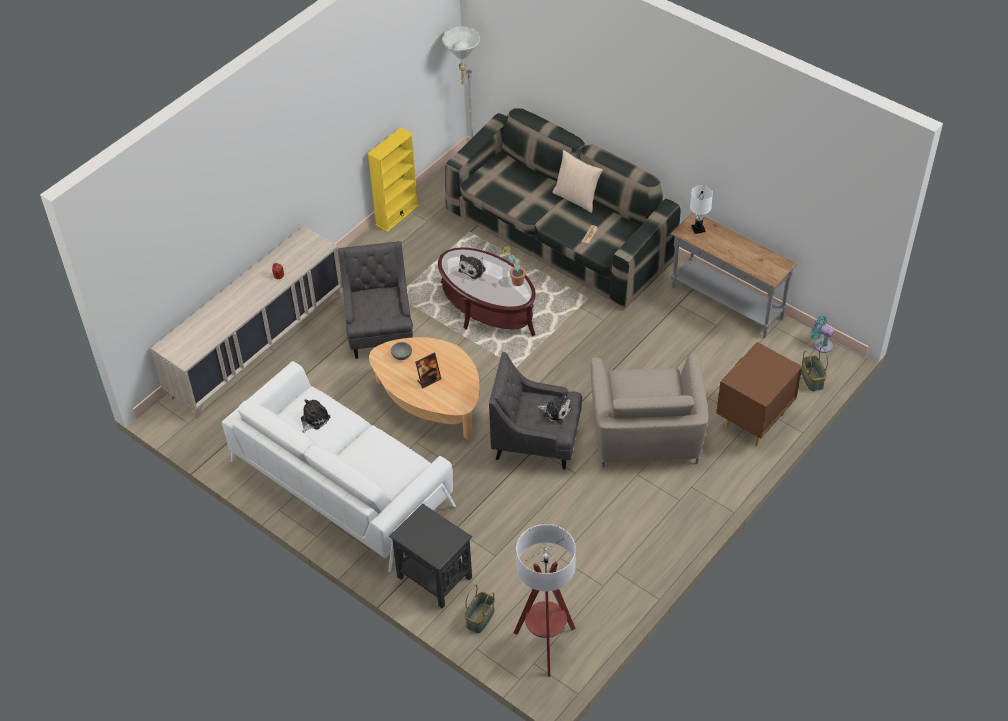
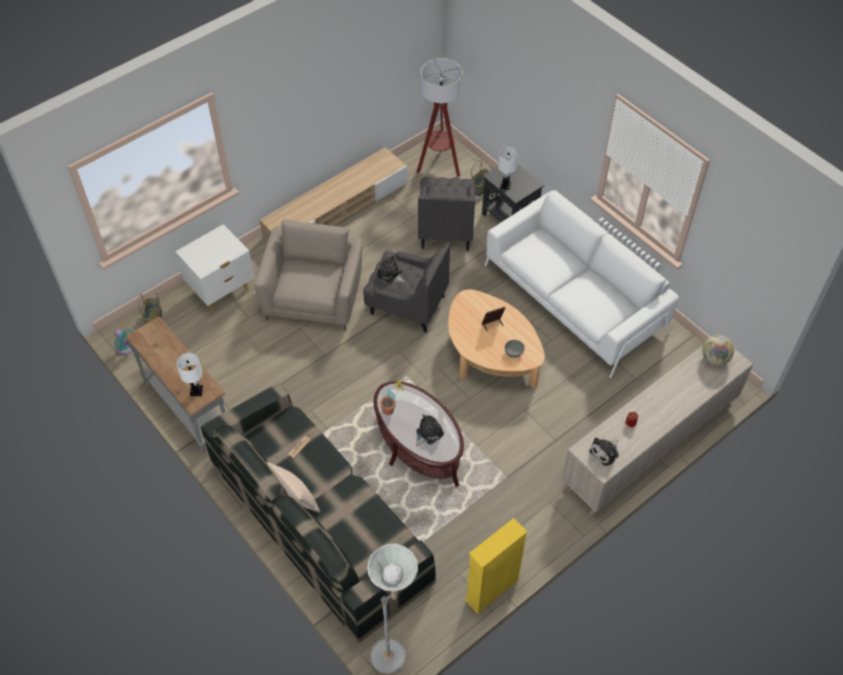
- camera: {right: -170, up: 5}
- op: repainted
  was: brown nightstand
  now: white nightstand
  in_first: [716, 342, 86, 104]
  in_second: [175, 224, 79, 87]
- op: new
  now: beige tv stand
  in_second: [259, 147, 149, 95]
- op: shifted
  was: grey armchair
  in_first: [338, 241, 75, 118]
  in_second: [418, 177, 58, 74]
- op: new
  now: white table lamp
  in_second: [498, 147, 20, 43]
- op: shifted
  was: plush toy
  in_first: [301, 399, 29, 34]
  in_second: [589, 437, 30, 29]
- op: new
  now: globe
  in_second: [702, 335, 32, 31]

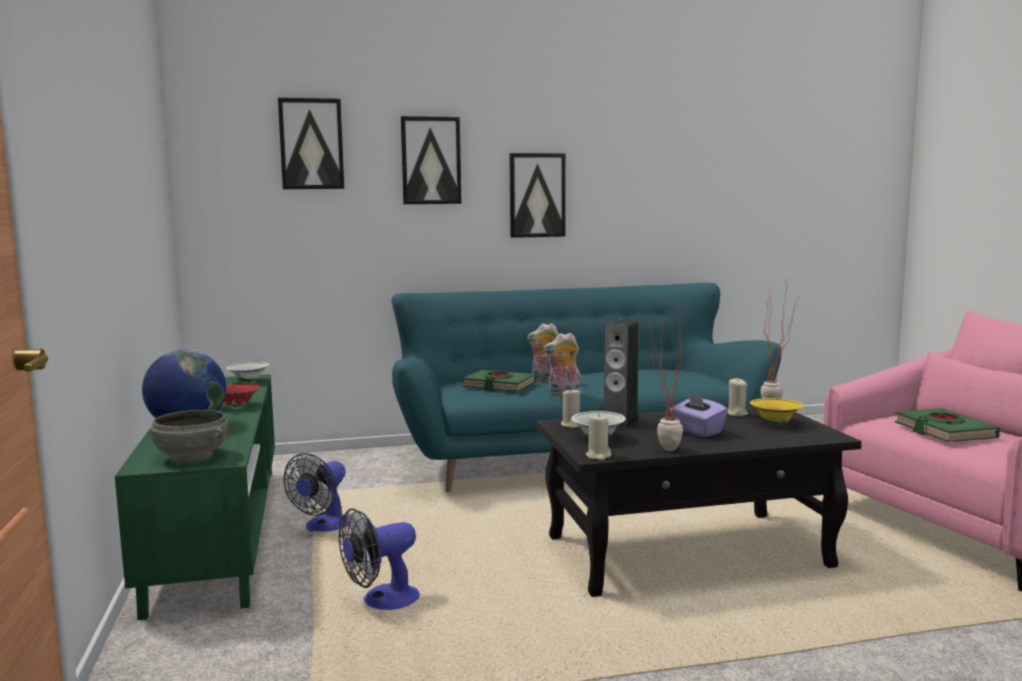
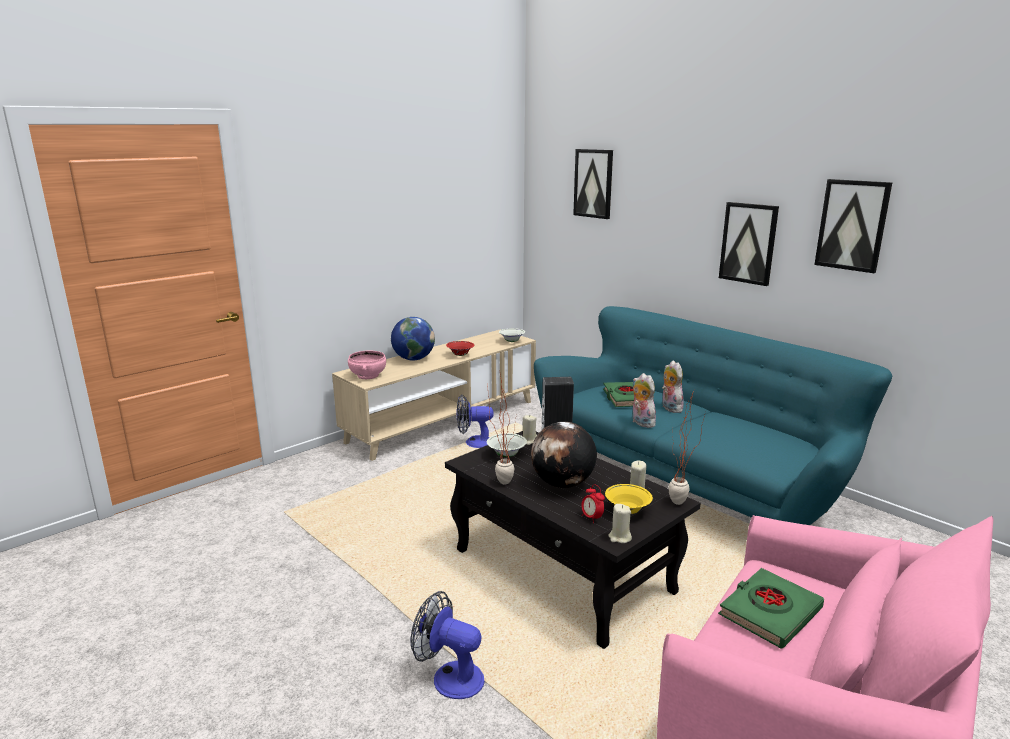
- camera: {right: 60, up: 10}
- op: repainted
  was: green tv stand
  now: beige tv stand
  in_first: [115, 374, 160, 246]
  in_second: [332, 329, 204, 132]
- op: repainted
  was: grey bowl
  now: pink bowl
  in_first: [151, 410, 77, 53]
  in_second: [348, 350, 38, 29]
- op: shifted
  was: fan
  in_first: [339, 508, 81, 102]
  in_second: [410, 591, 75, 108]
- op: swapped
  was: purple tissue box
  now: globe
  in_first: [670, 392, 58, 45]
  in_second: [531, 422, 66, 66]
- op: new
  now: alarm clock
  in_second: [582, 484, 23, 39]
- op: shifted
  was: beige candle
  in_first: [586, 414, 25, 46]
  in_second: [608, 504, 24, 39]
- op: shifted
  was: picture
  in_first: [401, 116, 61, 88]
  in_second: [814, 179, 78, 94]

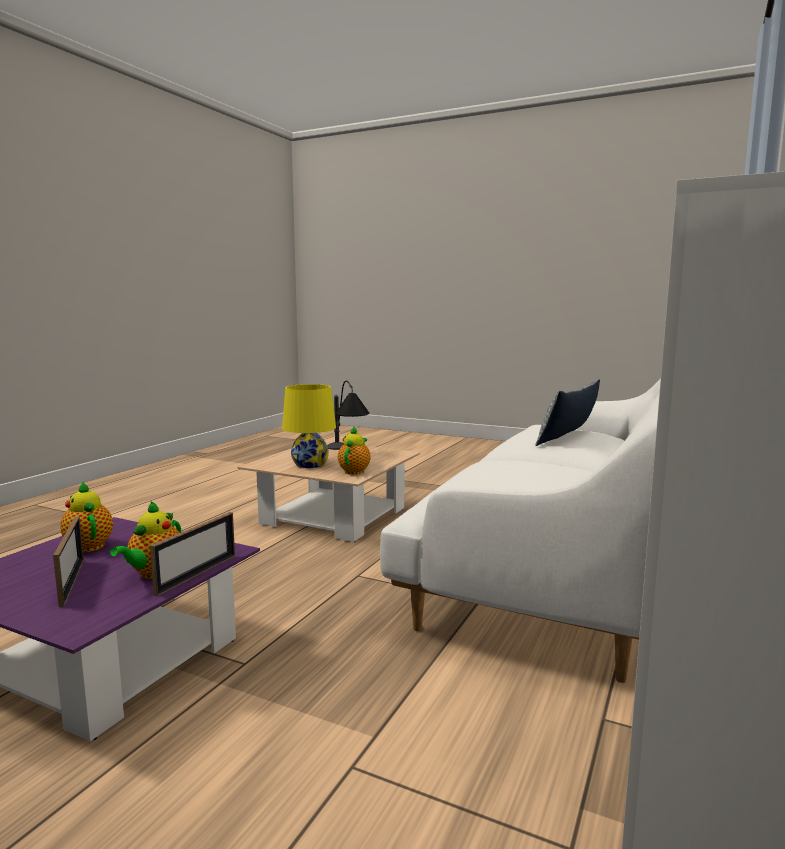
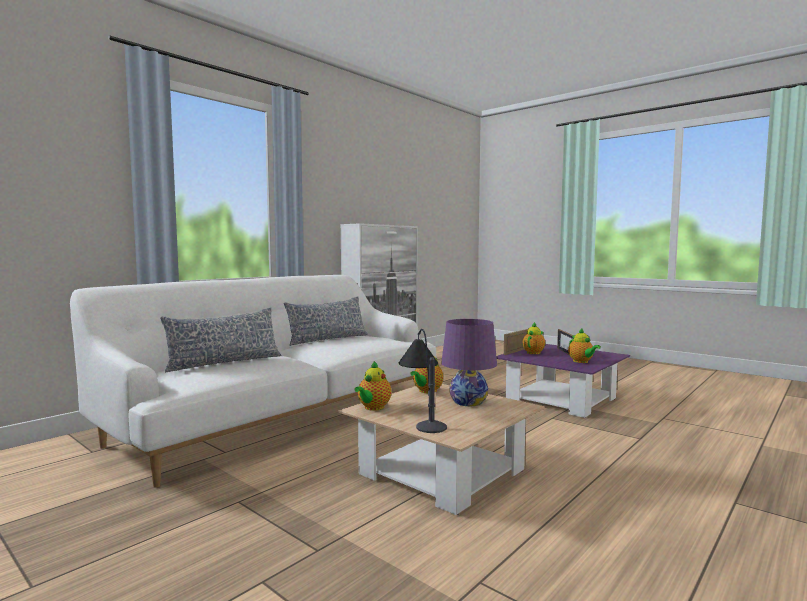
- camera: {right: -165, up: -5}
- op: new
  now: pillow
  in_second: [284, 296, 84, 50]
- op: new
  now: teapot
  in_second: [354, 361, 37, 50]
- op: repainted
  was: yellow table lamp
  now: purple table lamp
  in_first: [282, 384, 54, 84]
  in_second: [441, 319, 56, 87]

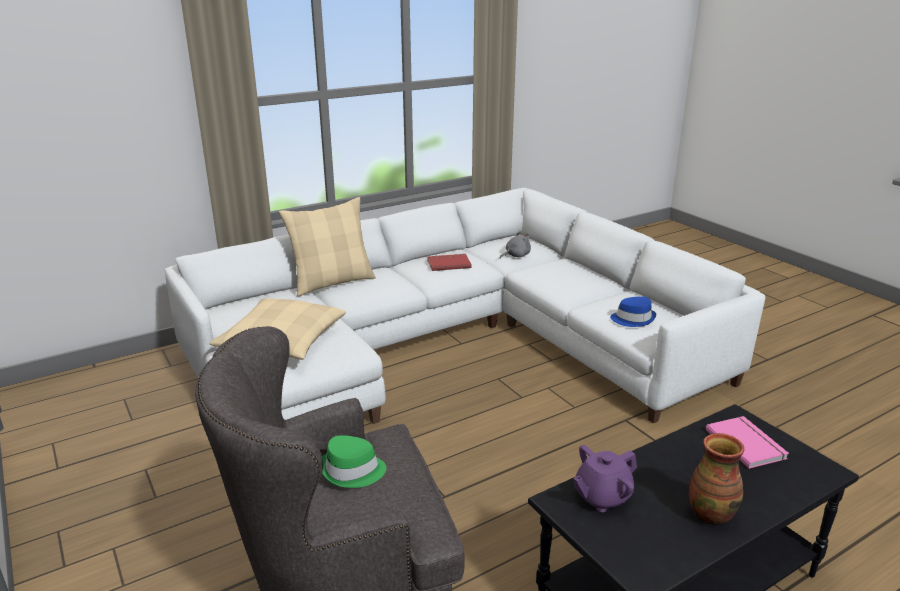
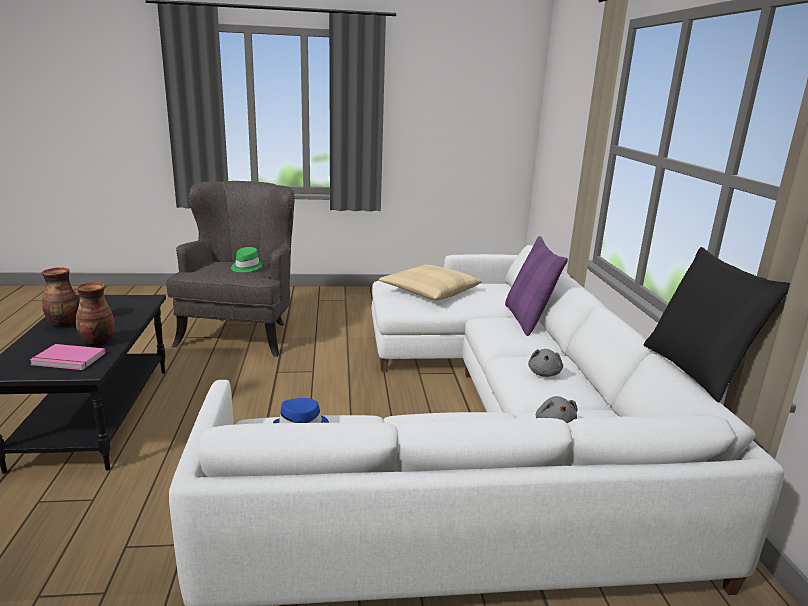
- camera: {right: 115, up: -5}
- op: new
  now: vase
  in_second: [76, 282, 38, 64]
- op: repainted
  was: beige pillow
  now: purple pillow
  in_first: [279, 197, 97, 100]
  in_second: [505, 236, 63, 100]
- op: swapped
  was: red book
  now: grey plush toy
  in_first: [427, 254, 45, 17]
  in_second: [528, 349, 35, 28]
- op: new
  now: black pillow
  in_second: [644, 247, 146, 156]
- op: gone
  was: purple teapot
  in_first: [574, 445, 63, 67]

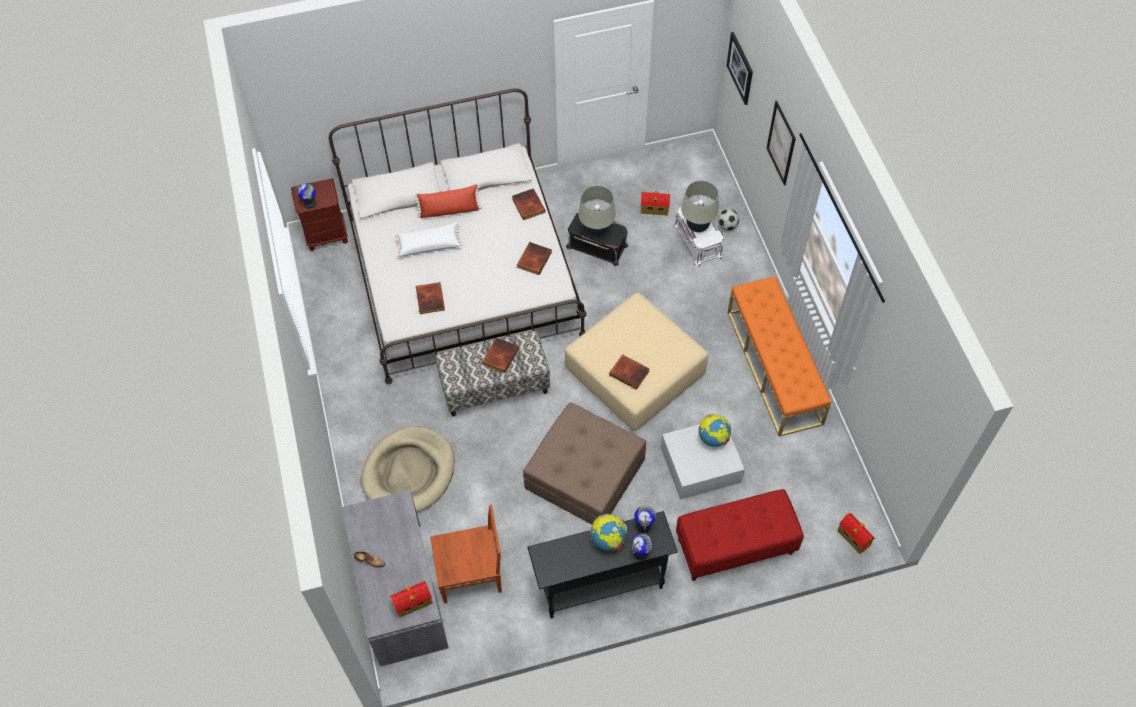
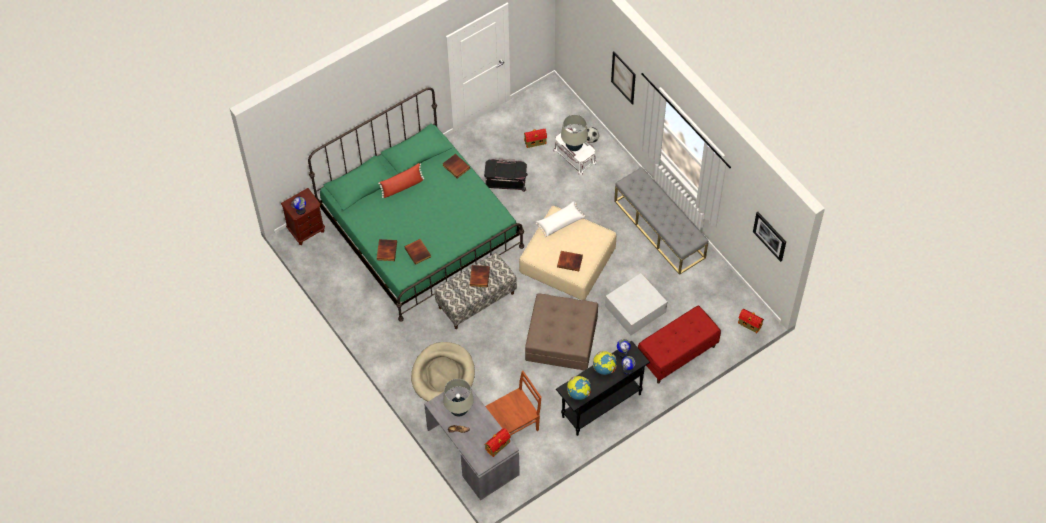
- camera: {right: -20, up: 0}
- op: repainted
  was: white bed
  now: green bed
  in_first: [329, 88, 258, 296]
  in_second: [308, 87, 216, 235]
- op: shifted
  was: book
  in_first: [517, 242, 35, 33]
  in_second: [377, 239, 20, 22]
- op: shifted
  was: beige table lamp
  in_first: [578, 185, 38, 52]
  in_second: [443, 379, 31, 37]
- op: shifted
  was: white pillow
  in_first: [395, 222, 68, 35]
  in_second: [536, 201, 49, 36]
- op: shifted
  was: globe
  in_first: [698, 413, 33, 34]
  in_second: [567, 376, 24, 24]
- op: repainted
  was: orange bench
  now: grey bench
  in_first: [727, 276, 105, 160]
  in_second: [614, 167, 94, 108]
- op: shifted
  was: picture
  in_first: [726, 32, 27, 73]
  in_second: [753, 212, 33, 50]

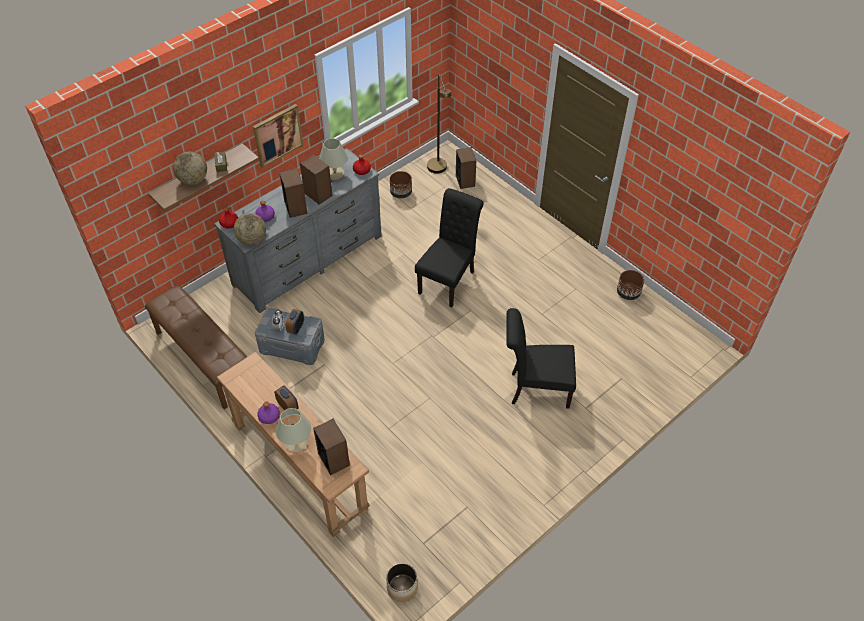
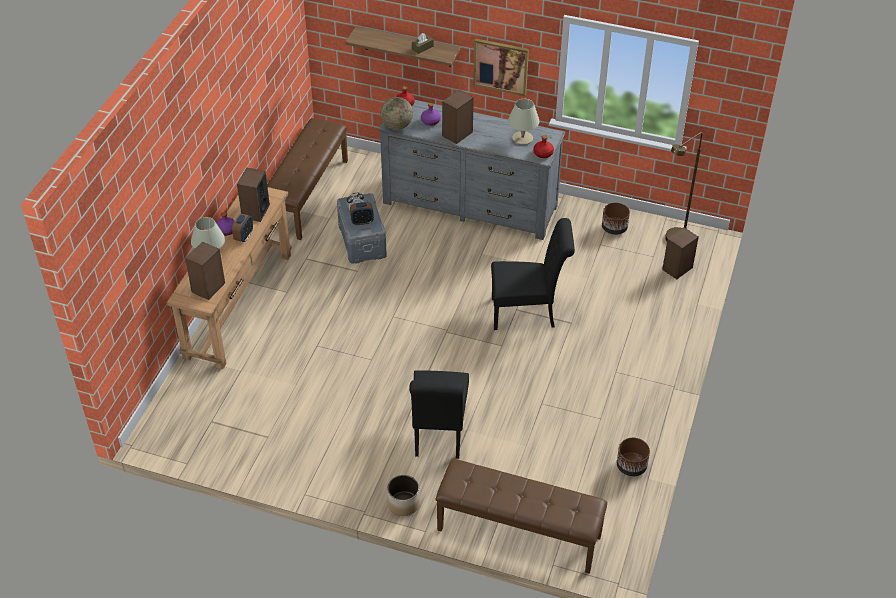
- camera: {right: 60, up: -5}
- op: shifted
  was: speaker
  in_first: [300, 155, 33, 50]
  in_second: [237, 168, 33, 54]
- op: shifted
  was: planter
  in_first: [386, 563, 32, 39]
  in_second: [387, 475, 33, 41]
- op: rotated
  was: black chair
  in_first: [506, 308, 70, 101]
  in_second: [409, 370, 60, 89]
  clockwise: -150
- op: new
  now: brown bench
  in_second: [436, 459, 171, 115]
- op: gone
  was: globe
  in_first: [173, 152, 34, 33]

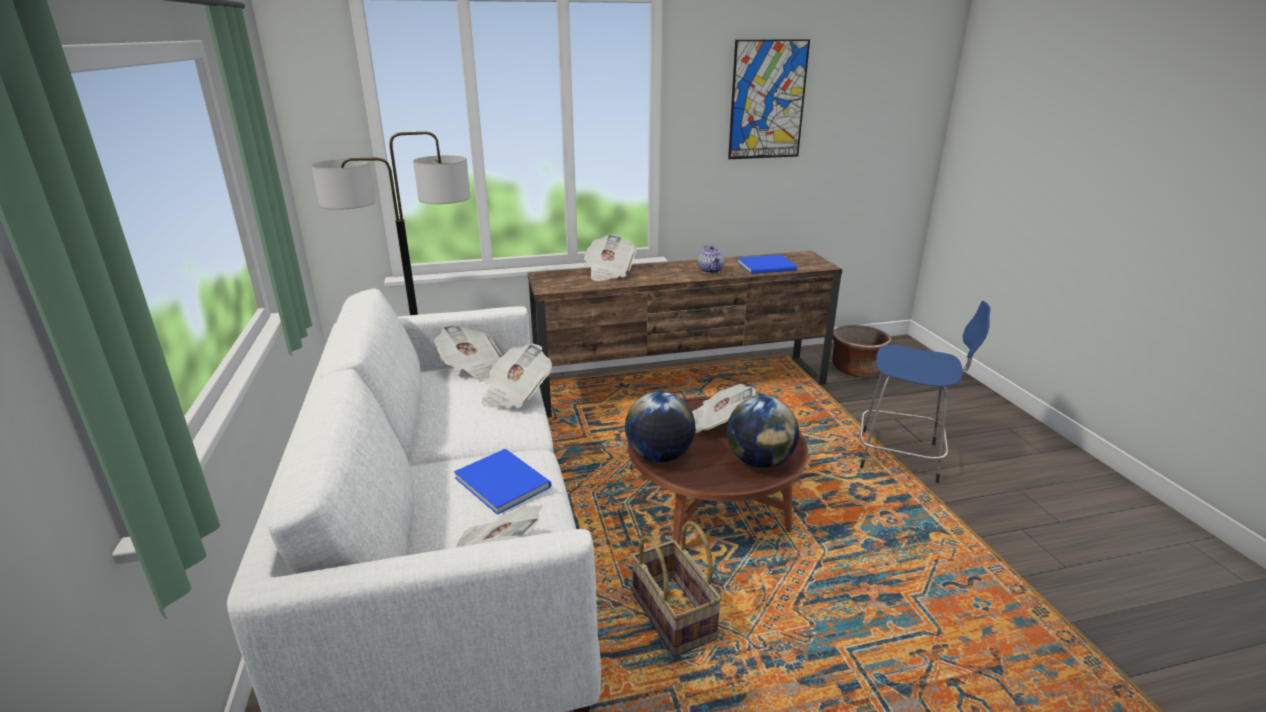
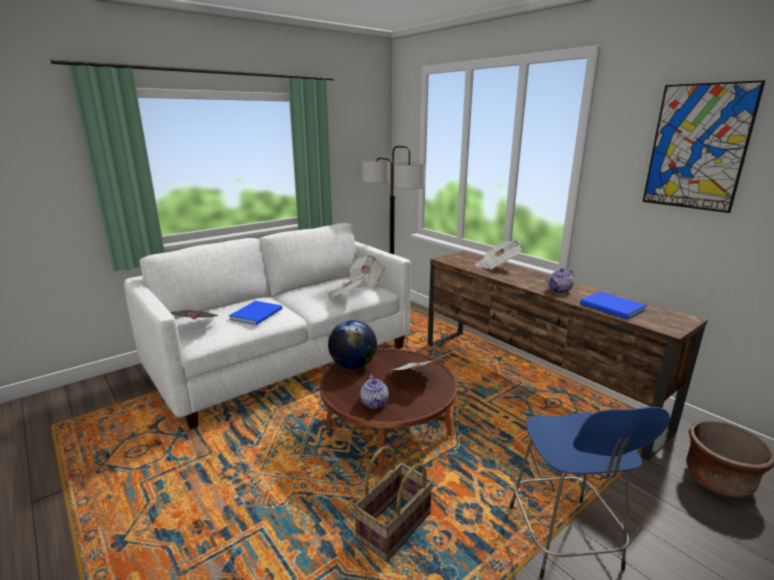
- camera: {right: 65, up: -5}
- op: shifted
  was: basket
  in_first: [631, 521, 91, 136]
  in_second: [354, 446, 79, 115]
- op: swapped
  was: globe
  now: teapot
  in_first: [727, 396, 72, 72]
  in_second: [360, 374, 29, 35]

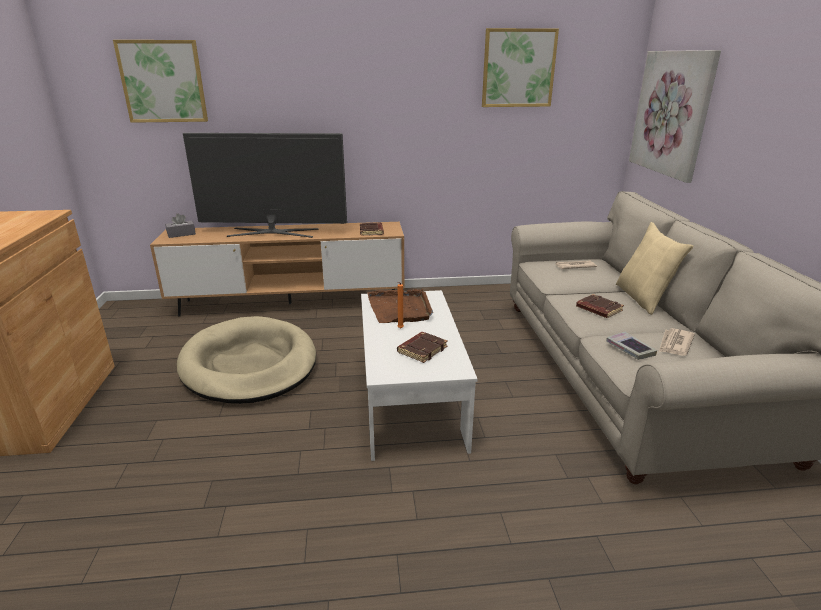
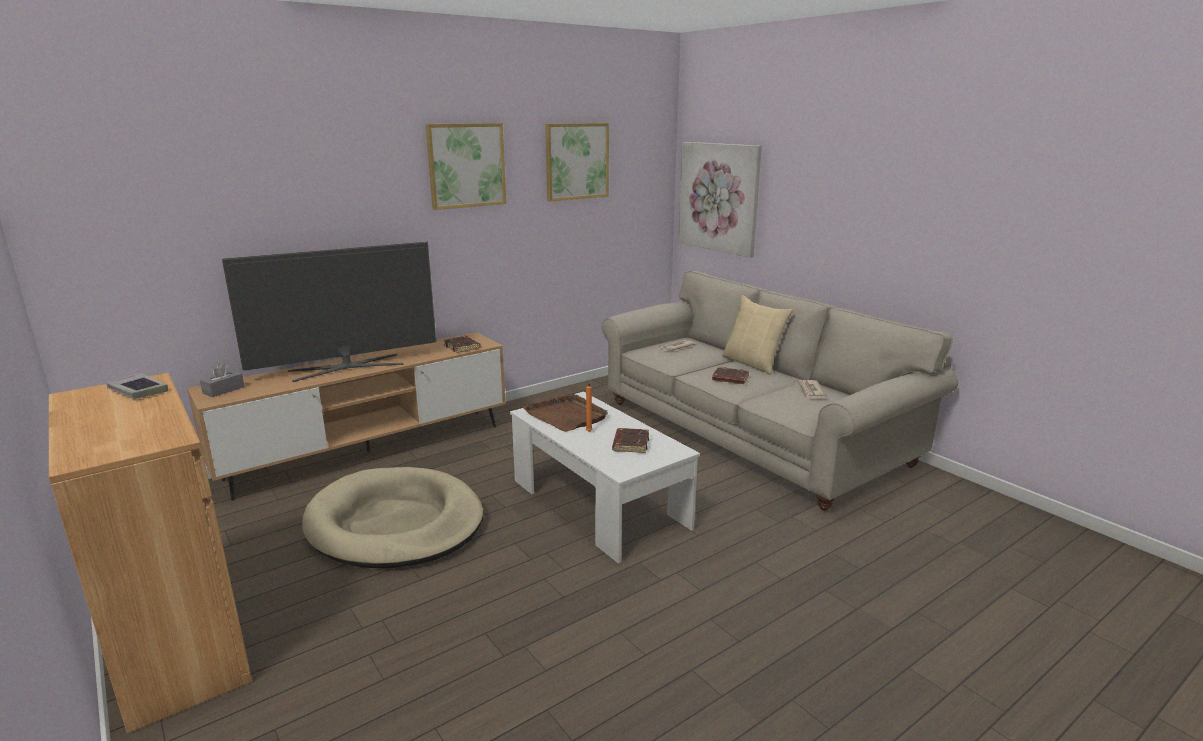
- camera: {right: -30, up: -5}
- op: shifted
  was: book
  in_first: [606, 332, 51, 28]
  in_second: [106, 373, 62, 26]
- op: shifted
  was: picture
  in_first: [113, 40, 95, 83]
  in_second: [426, 123, 80, 87]

